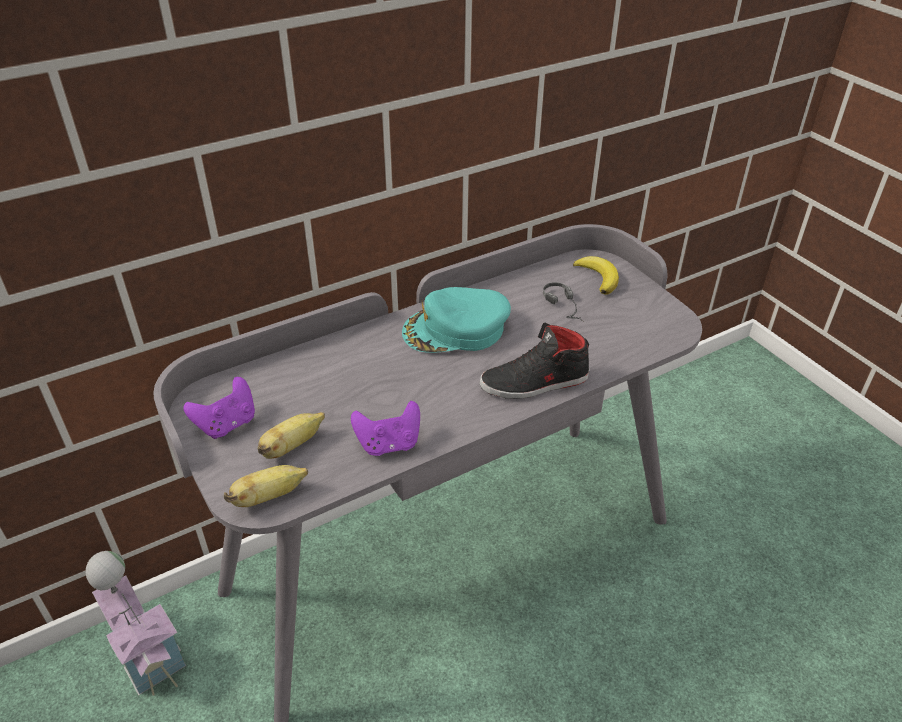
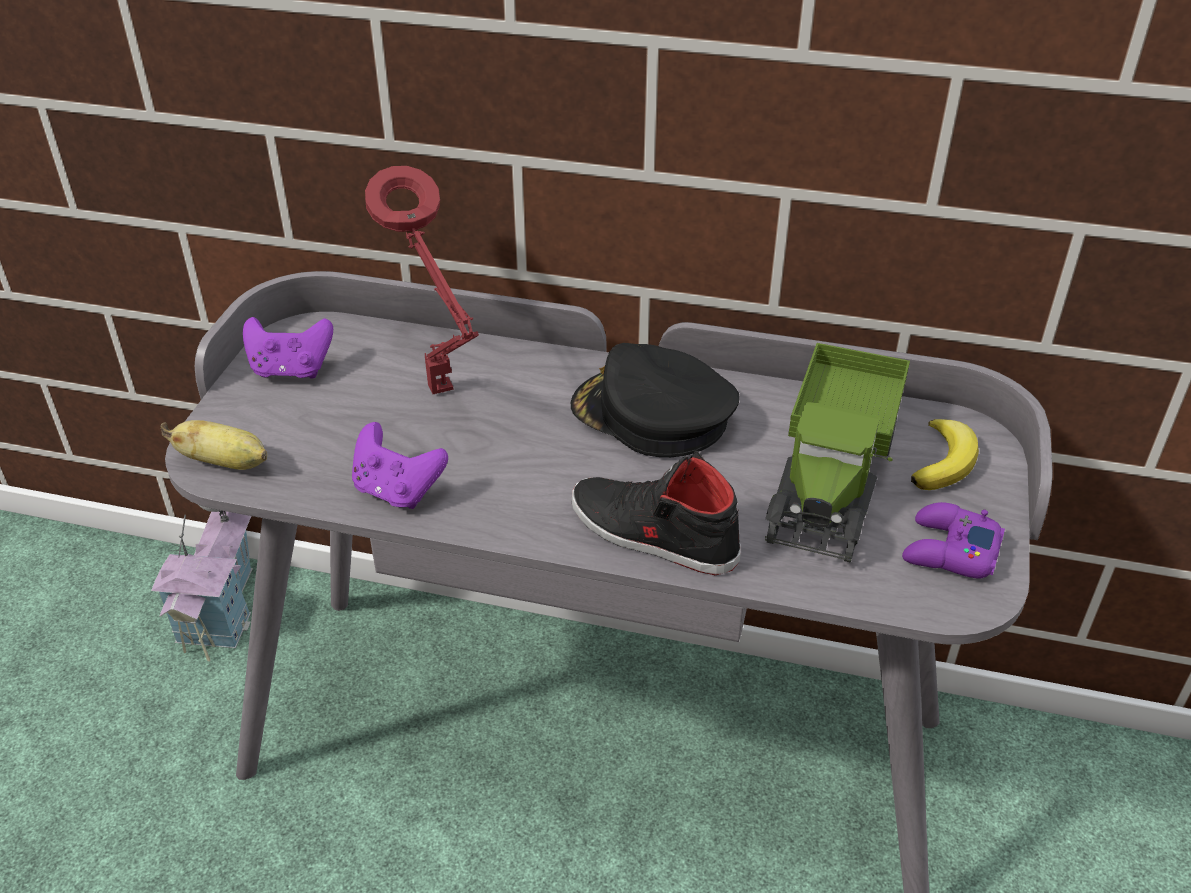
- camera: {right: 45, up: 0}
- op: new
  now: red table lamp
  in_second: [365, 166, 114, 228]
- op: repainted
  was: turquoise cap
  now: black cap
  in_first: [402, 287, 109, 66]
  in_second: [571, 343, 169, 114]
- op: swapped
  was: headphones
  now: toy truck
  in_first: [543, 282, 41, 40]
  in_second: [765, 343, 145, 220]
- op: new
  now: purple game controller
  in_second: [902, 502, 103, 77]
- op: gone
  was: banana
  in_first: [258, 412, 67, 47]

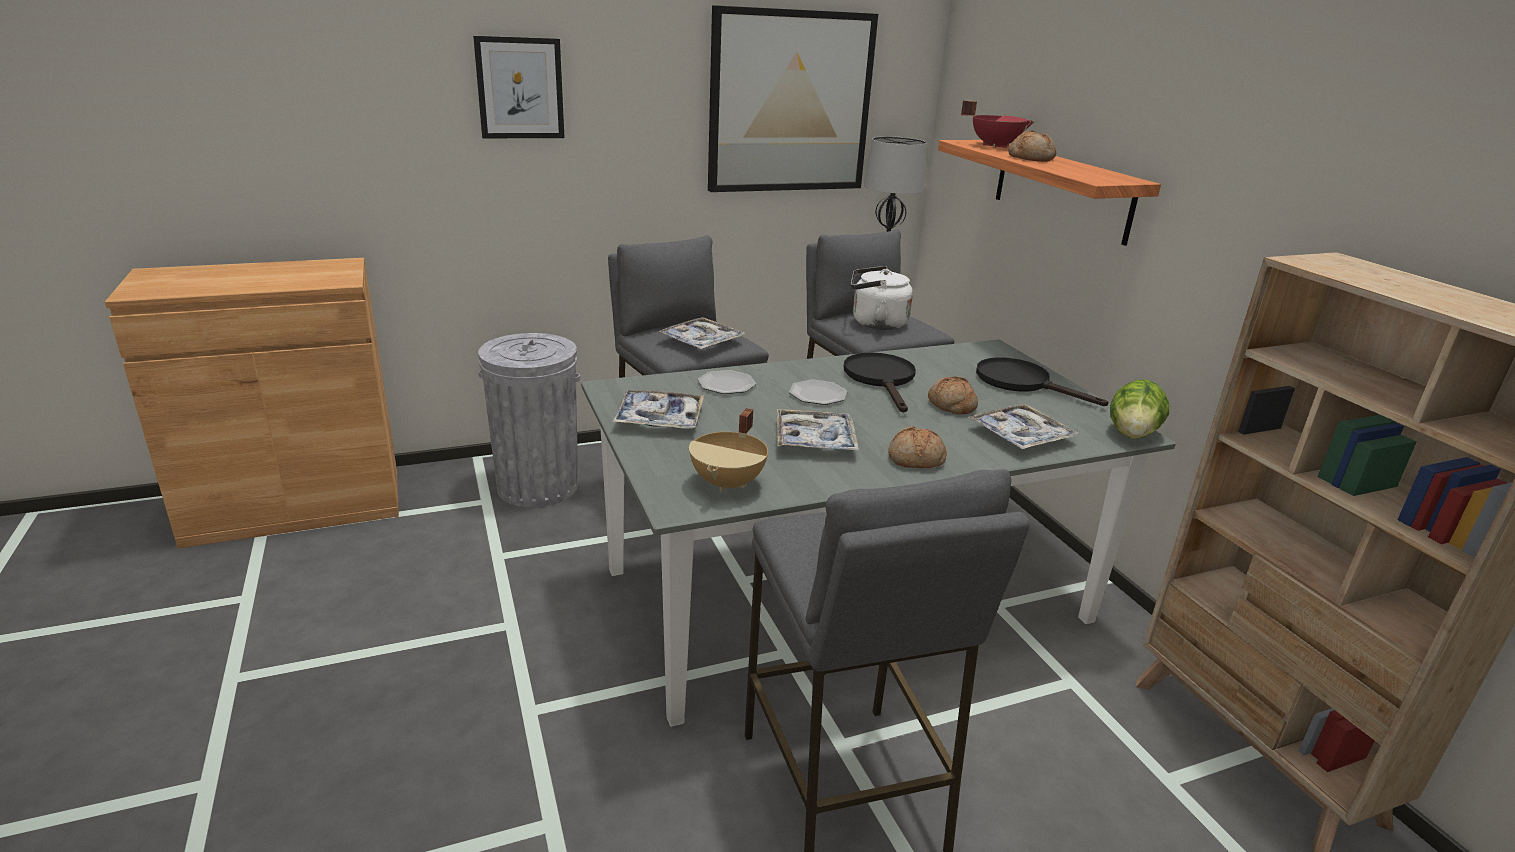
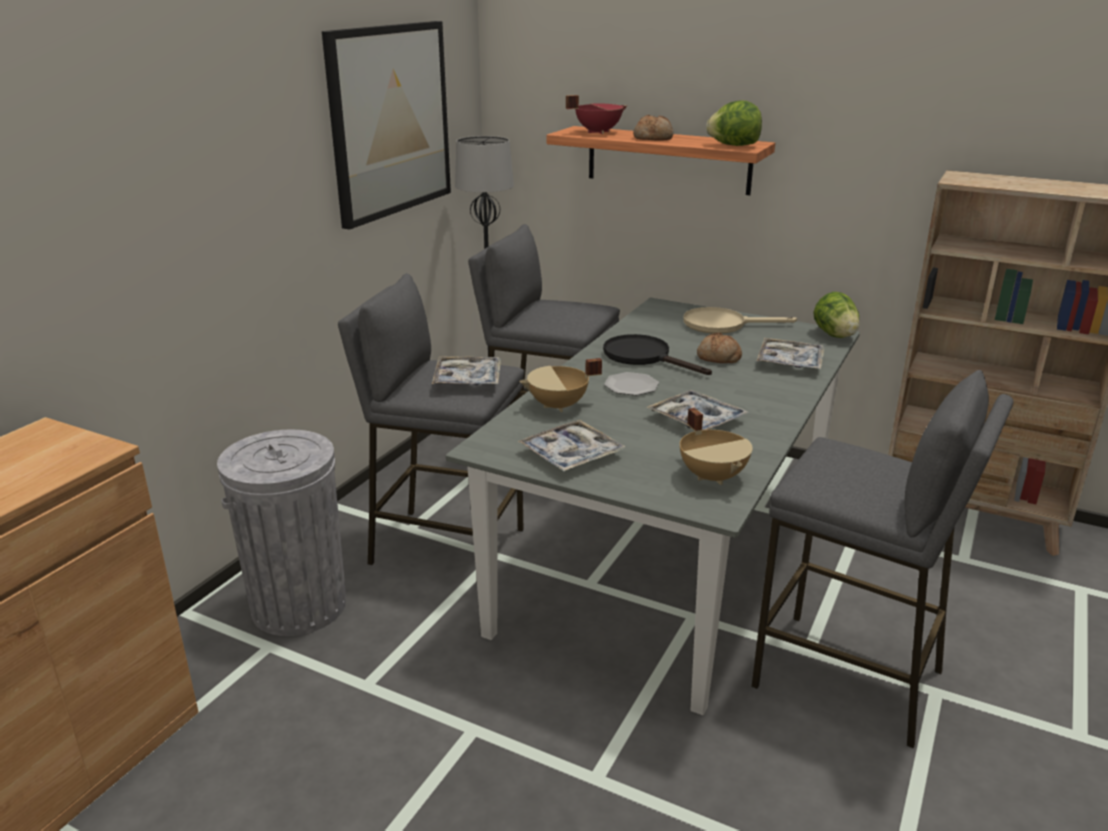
- camera: {right: -40, up: 0}
- op: swapped
  was: plate
  now: beige cooking pot
  in_first: [698, 370, 58, 24]
  in_second: [520, 358, 82, 54]
- op: repainted
  was: black frying pan
  now: beige frying pan
  in_first: [976, 357, 133, 49]
  in_second: [683, 307, 114, 27]
- op: new
  now: lettuce
  in_second: [706, 100, 56, 46]
- op: gone
  was: picture
  in_first: [473, 36, 91, 102]
- op: gone
  was: white kettle
  in_first: [851, 266, 62, 64]
- op: gone
  was: bread
  in_first: [888, 426, 59, 42]

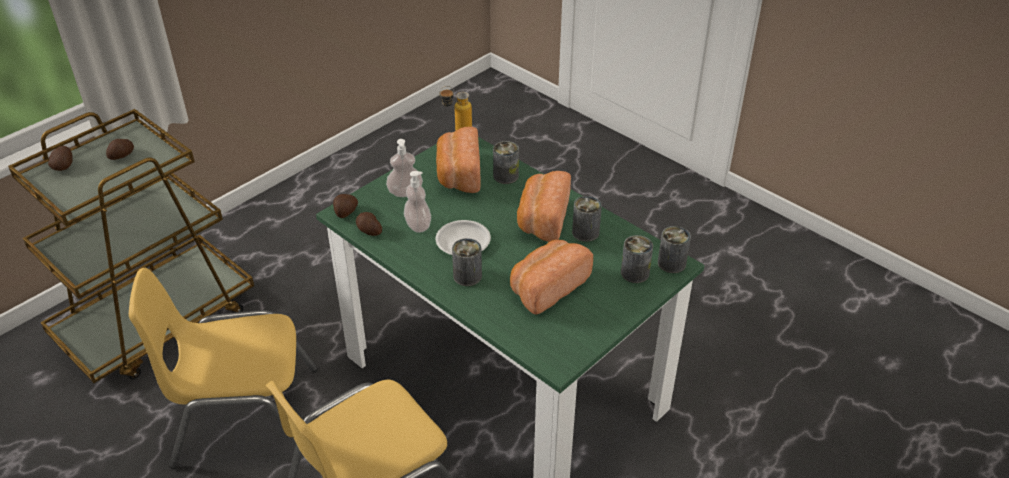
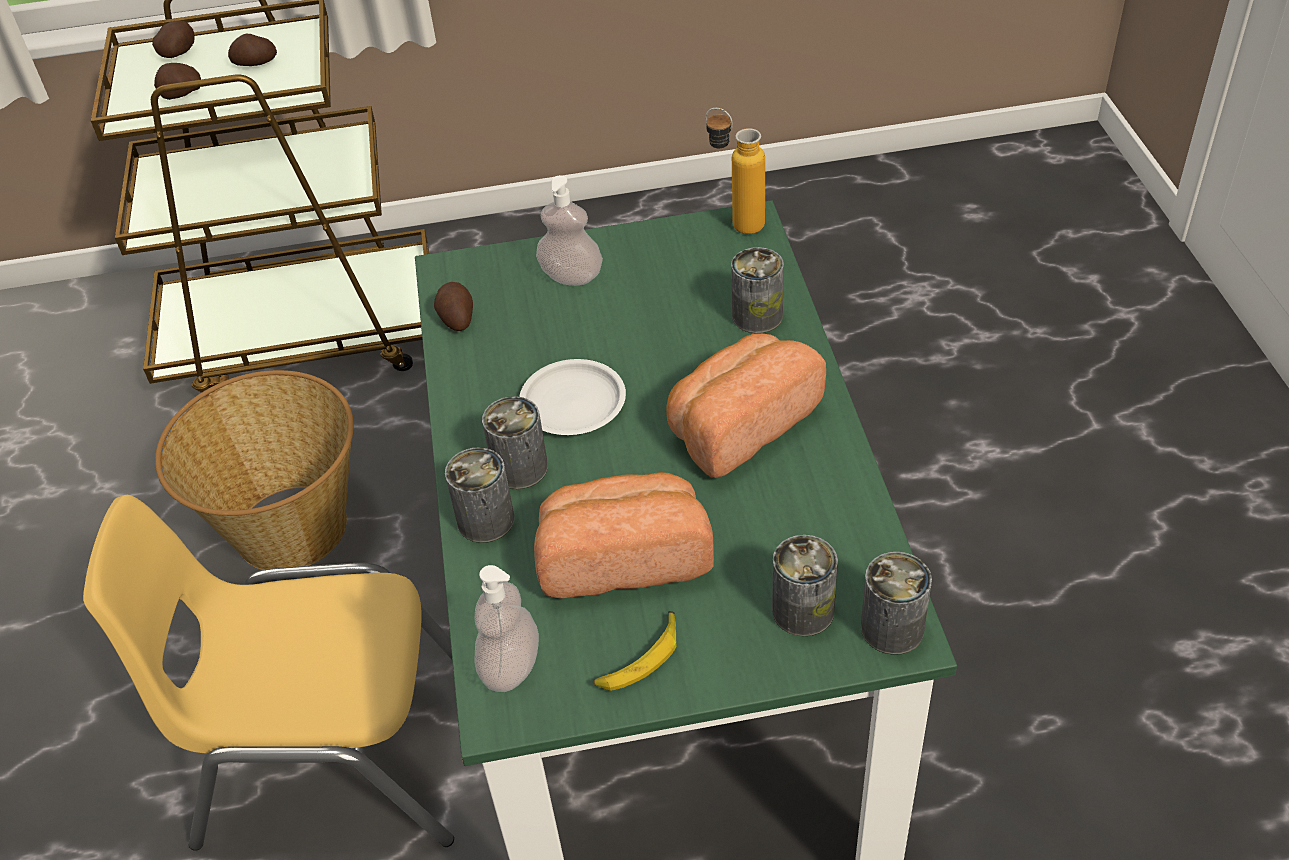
- camera: {right: 40, up: 5}
- op: shifted
  was: potato
  in_first: [333, 194, 25, 24]
  in_second: [154, 63, 47, 37]
- op: swapped
  was: yellow chair
  now: basket
  in_first: [129, 268, 189, 201]
  in_second: [155, 370, 199, 200]
- op: shifted
  was: can
  in_first: [572, 196, 30, 46]
  in_second: [445, 447, 69, 96]
- op: shifted
  was: soap dispenser
  in_first: [404, 171, 27, 62]
  in_second: [474, 565, 65, 127]
- op: new
  now: banana
  in_second: [594, 611, 82, 80]
- op: gone
  was: bread
  in_first: [436, 127, 45, 66]

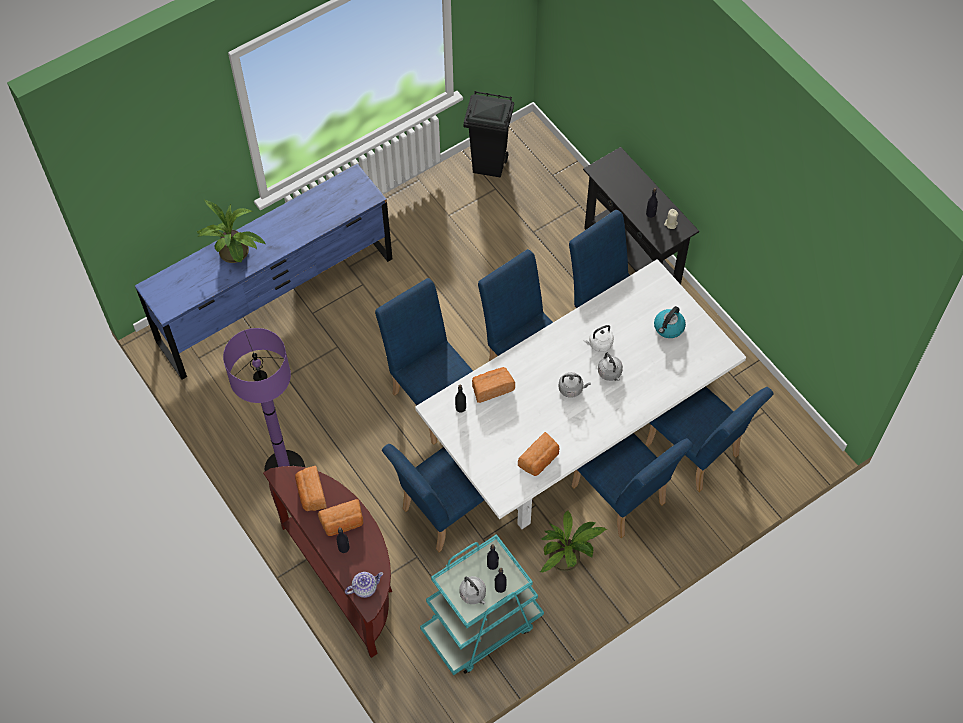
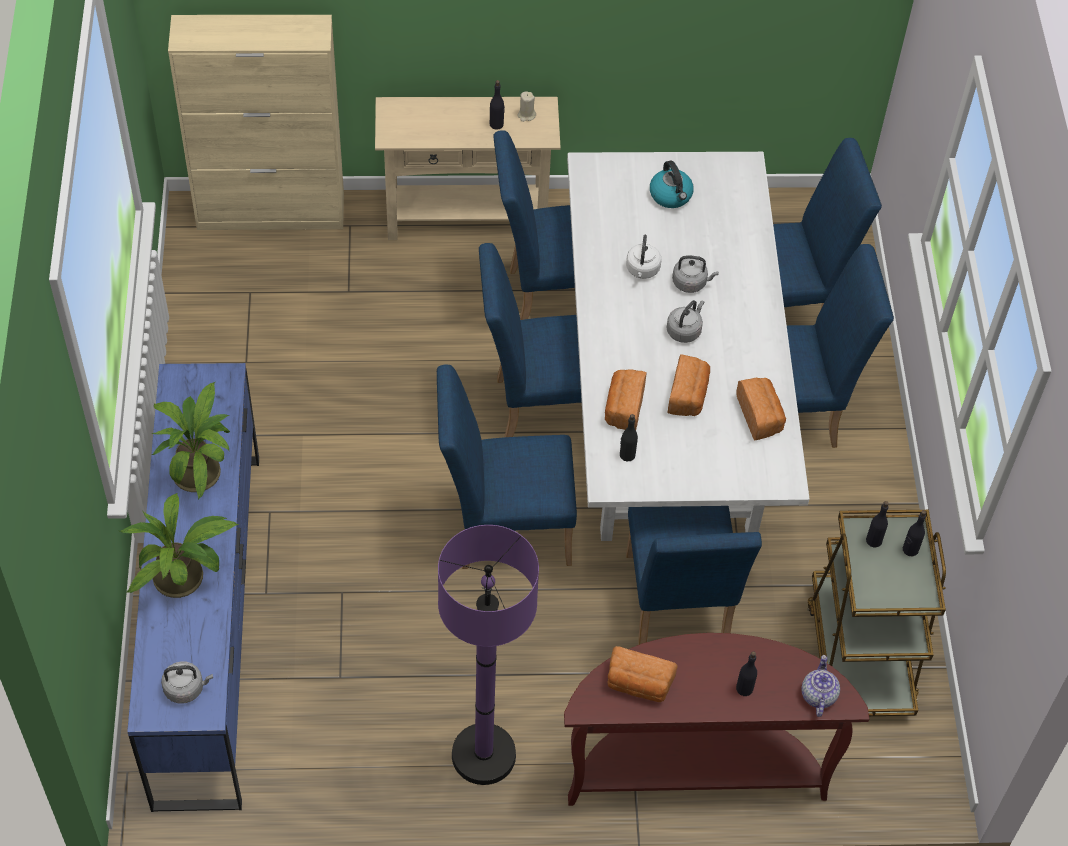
- camera: {right: -60, up: -5}
- op: shifted
  was: potted plant
  in_first: [540, 510, 68, 62]
  in_second: [152, 382, 78, 118]
- op: shifted
  was: grey kettle
  in_first: [459, 576, 27, 28]
  in_second: [161, 661, 52, 43]
- op: new
  now: beige cabinet
  in_second: [168, 15, 176, 215]
- op: repainted
  was: black console table
  now: beige console table
  in_first: [583, 147, 116, 137]
  in_second: [375, 97, 186, 143]
- op: shifted
  was: bread
  in_first: [318, 499, 45, 37]
  in_second: [668, 354, 42, 62]
- op: repainted
  was: turquoise cart
  now: brown cart
  in_first: [420, 534, 124, 141]
  in_second: [808, 510, 138, 206]
- op: gone
  was: black trash can
  in_first: [463, 91, 51, 86]

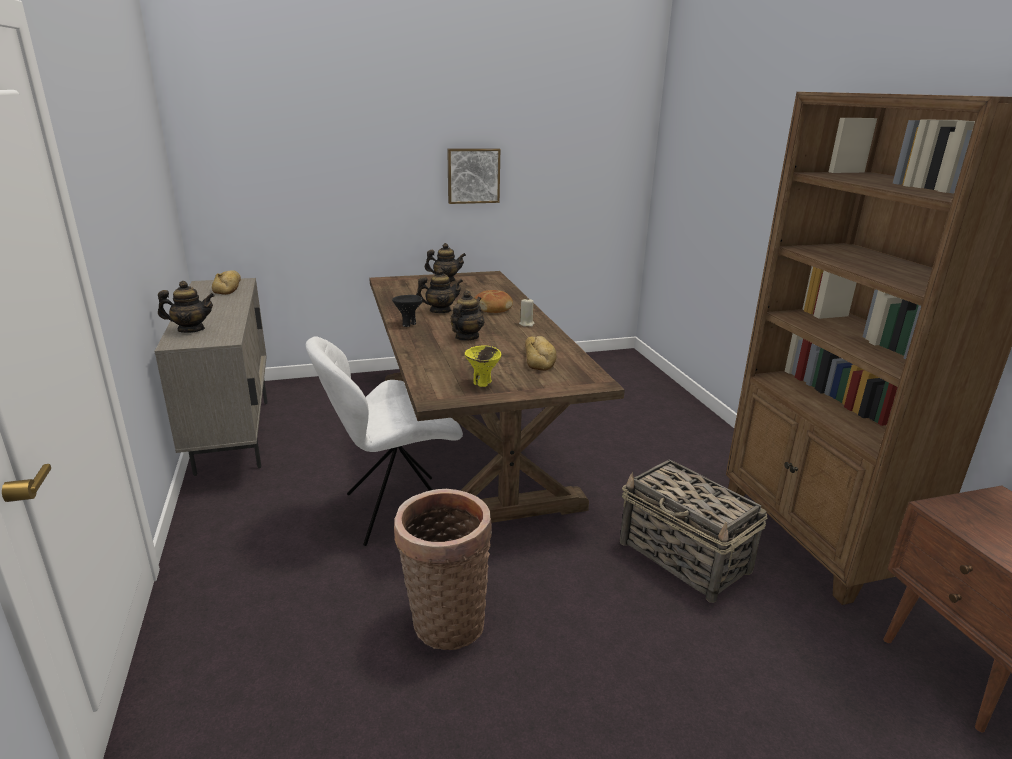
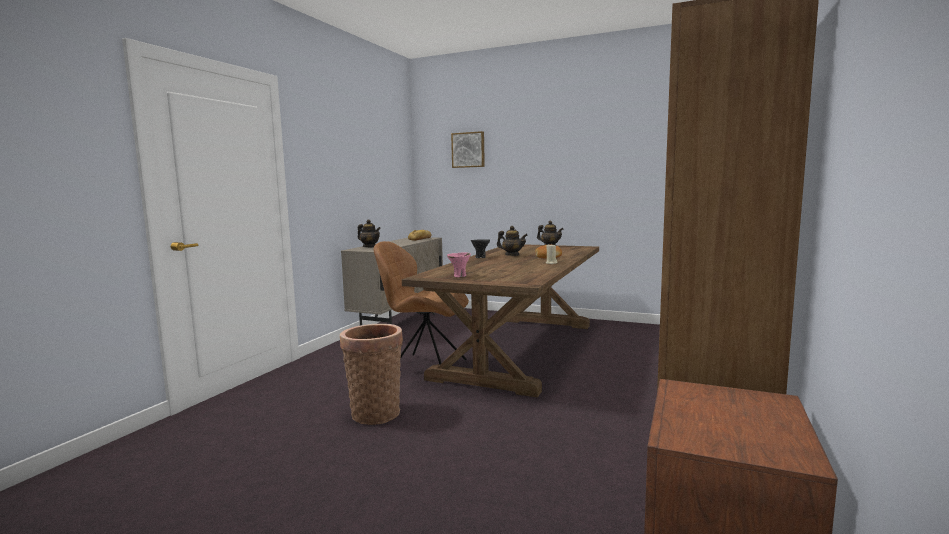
- camera: {right: 40, up: -15}
- op: repainted
  was: white chair
  now: brown chair
  in_first: [306, 336, 157, 210]
  in_second: [374, 241, 95, 124]
- op: repainted
  was: yellow bowl
  now: pink bowl
  in_first: [465, 346, 36, 41]
  in_second: [447, 252, 24, 25]
- op: shifted
  was: picture
  in_first: [447, 148, 53, 56]
  in_second: [451, 131, 34, 37]
- op: gone
  was: teapot
  in_first: [450, 291, 34, 50]
- op: gone
  was: bread
  in_first: [525, 336, 32, 35]
- op: gone
  was: basket
  in_first: [620, 459, 148, 144]

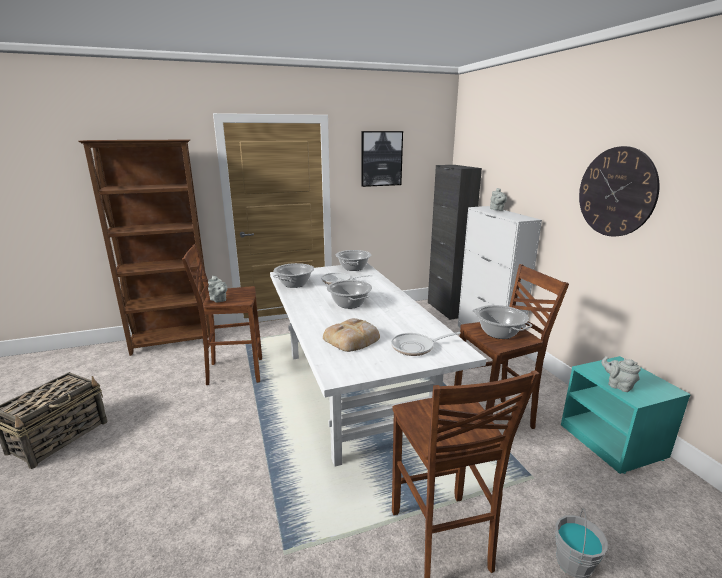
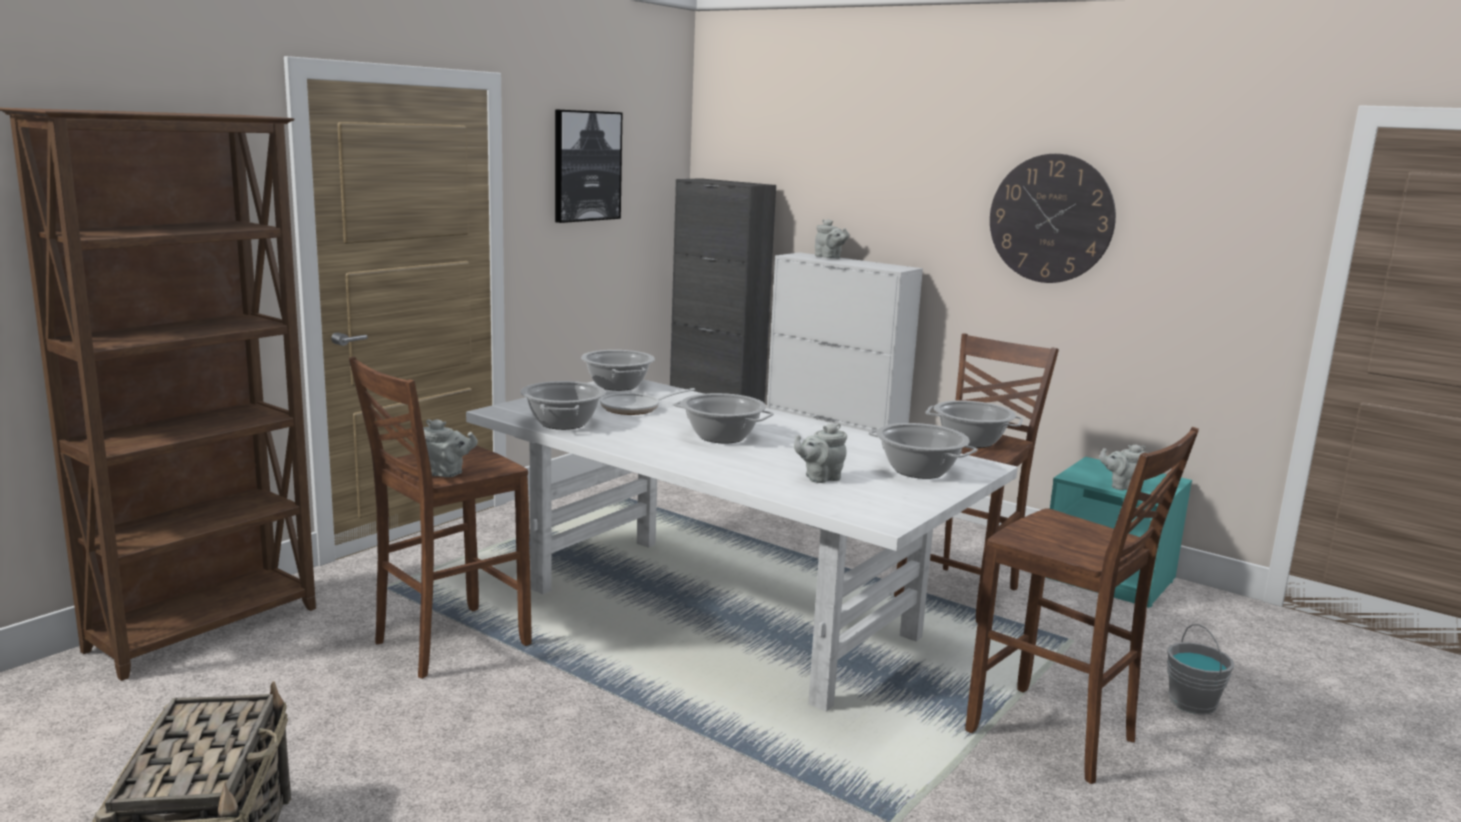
- camera: {right: -35, up: -5}
- op: swapped
  was: bread
  now: grey teapot
  in_first: [323, 318, 57, 34]
  in_second: [794, 423, 53, 60]
- op: swapped
  was: frying pan
  now: cooking pot
  in_first: [391, 332, 70, 24]
  in_second: [868, 423, 110, 56]

